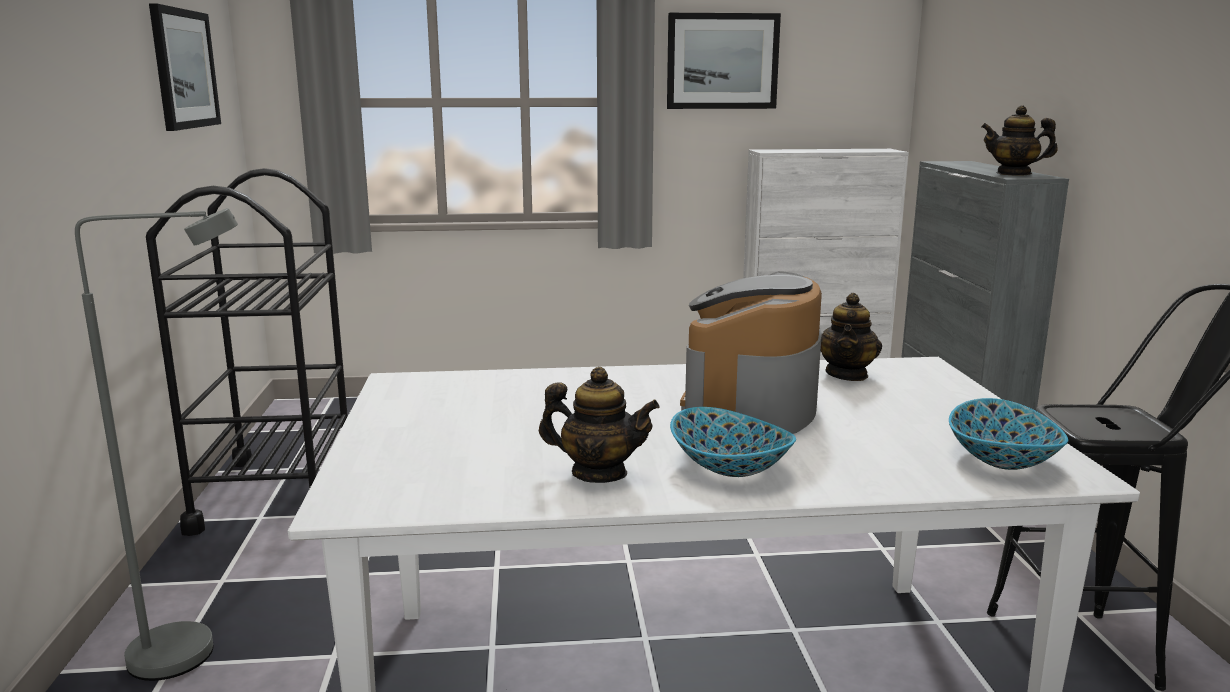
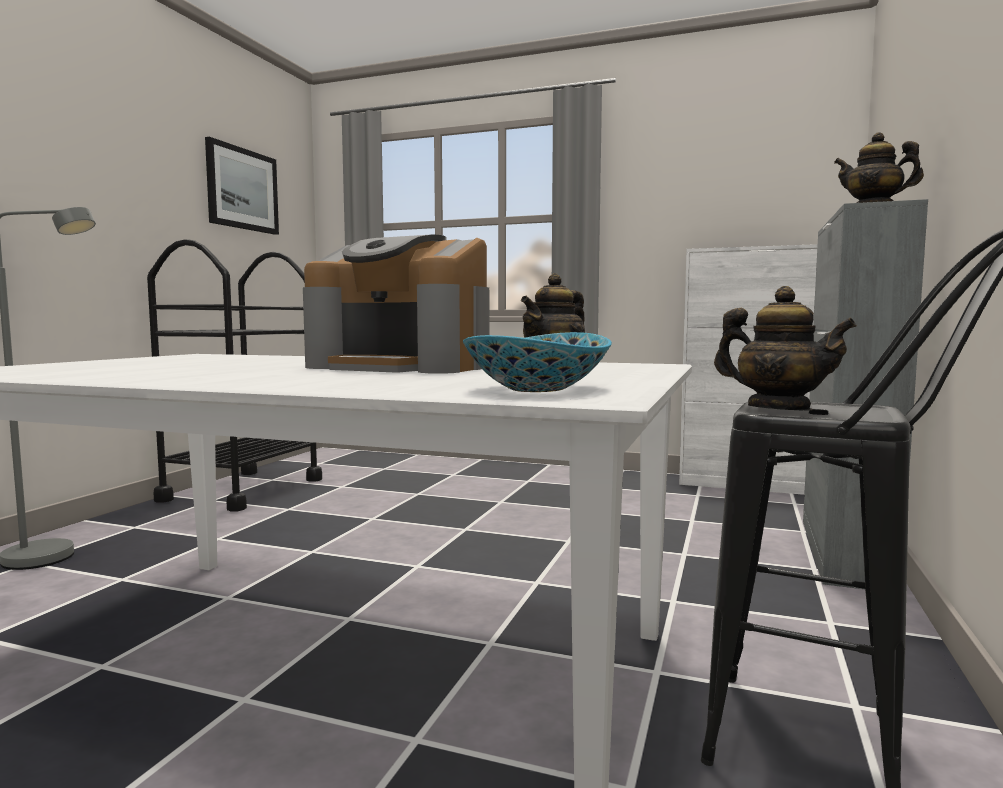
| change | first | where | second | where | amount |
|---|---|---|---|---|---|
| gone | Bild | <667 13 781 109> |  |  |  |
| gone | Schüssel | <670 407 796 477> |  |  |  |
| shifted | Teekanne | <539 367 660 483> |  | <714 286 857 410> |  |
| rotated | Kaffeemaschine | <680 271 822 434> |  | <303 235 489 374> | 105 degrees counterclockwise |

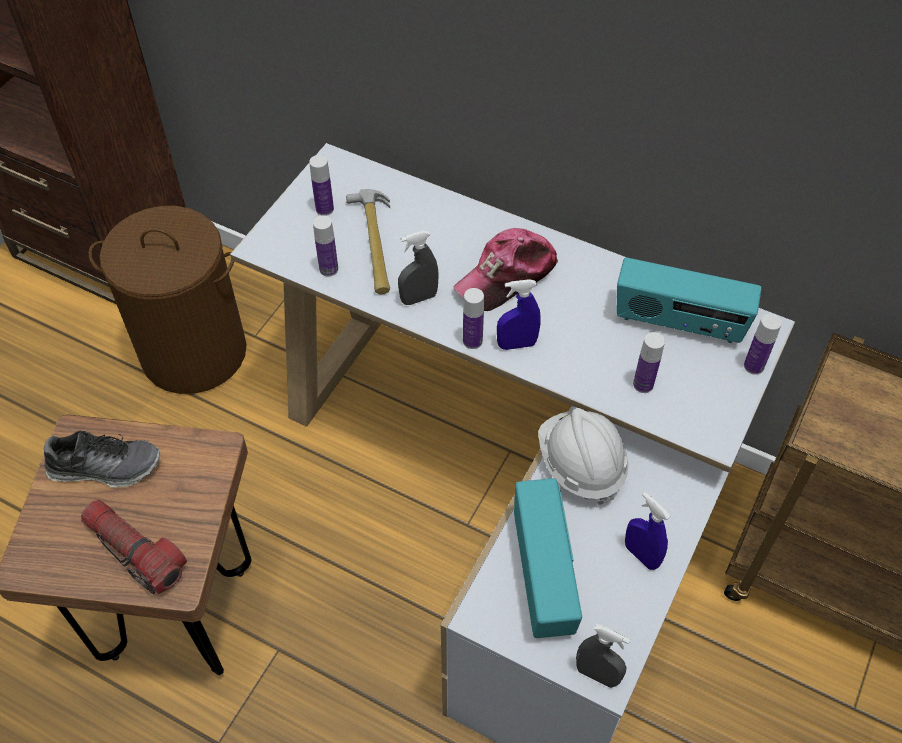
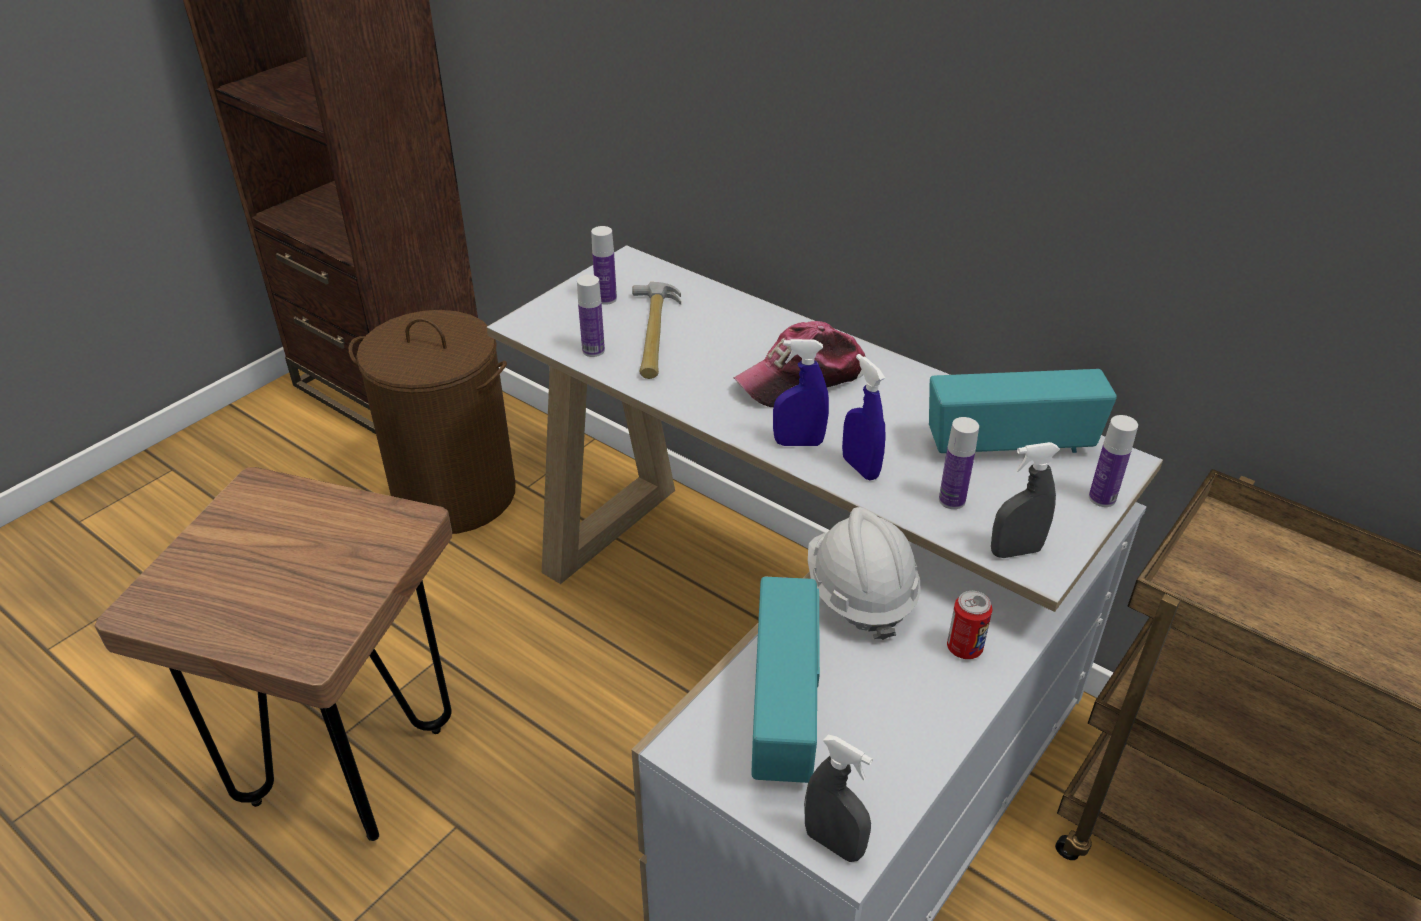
| change | first | where | second | where | amount |
|---|---|---|---|---|---|
| gone | Schuh | <44 430 160 487> |  |  |  |
| gone | Taschenlampe | <81 500 187 594> |  |  |  |
| gone | Flasche | <463 288 484 349> |  |  |  |
| new |  |  | Dose | <947 591 992 659> |  |
| shifted | Sprühflasche [grau] | <398 231 439 305> |  | <991 442 1060 558> |  |
| shifted | Sprühflasche [blau] | <625 492 670 570> |  | <842 354 885 481> |  |
| rotated | Radio | <616 258 762 343> |  | <929 369 1117 453> | 150 degrees clockwise |

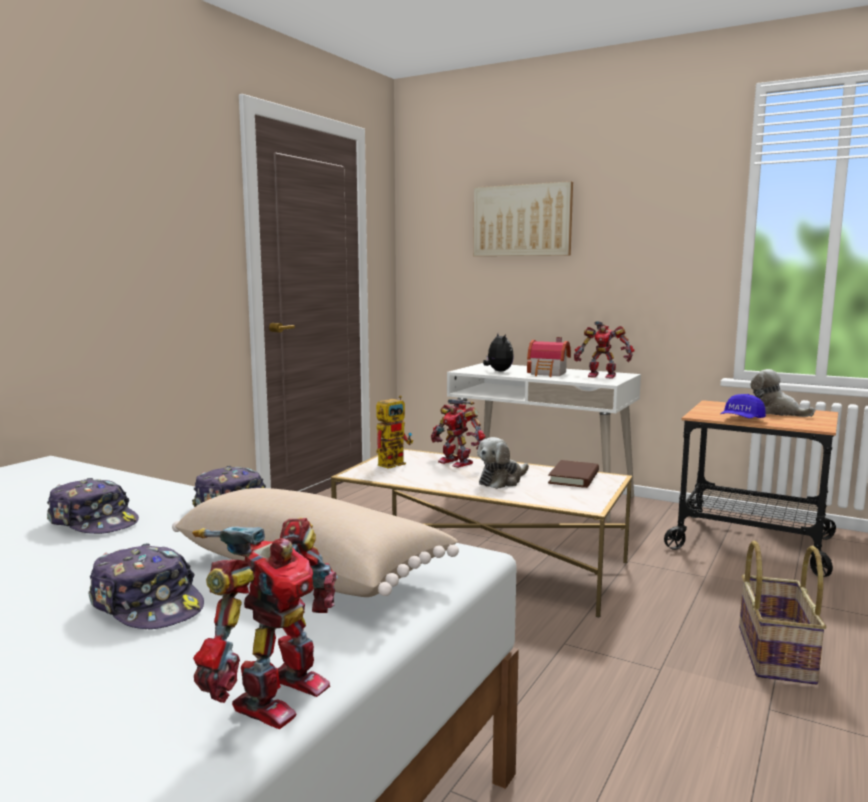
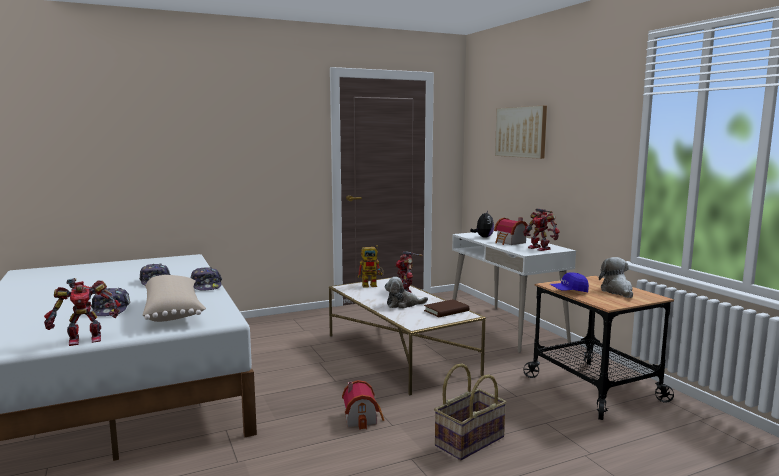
| change | first | where | second | where | amount |
|---|---|---|---|---|---|
| new |  |  | Spielzeughaus | <342 380 384 430> |  |

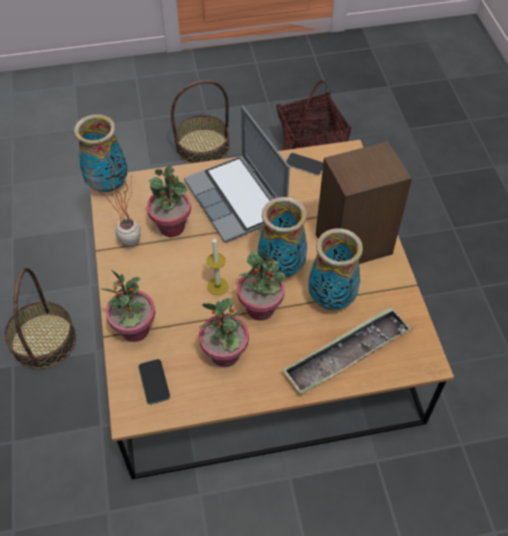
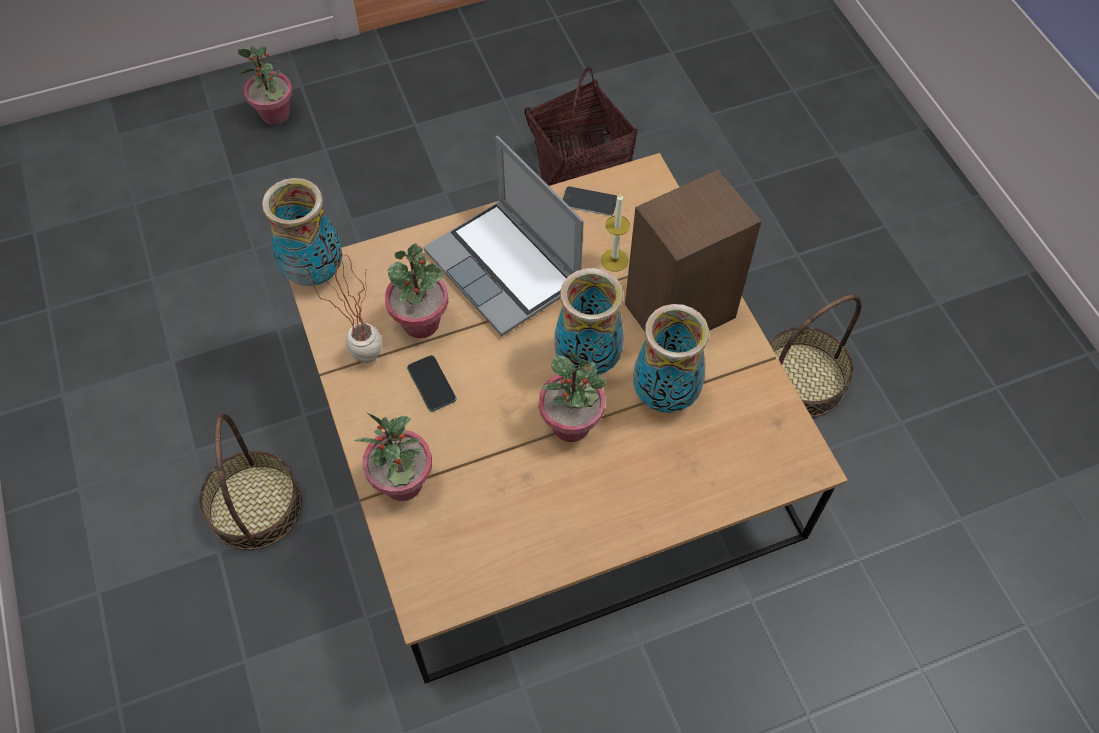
| change | first | where | second | where | amount |
|---|---|---|---|---|---|
| gone | Tablett | <282 307 411 394> |  |  |  |
| shifted | Handy | <138 359 170 404> |  | <407 355 456 411> |  |
| shifted | Korb | <171 80 230 164> |  | <769 295 862 417> |  |
| shifted | Topfpflanze | <199 298 249 367> |  | <238 45 293 125> |  |
| shifted | Kerze | <207 237 228 295> |  | <601 192 630 272> |  |

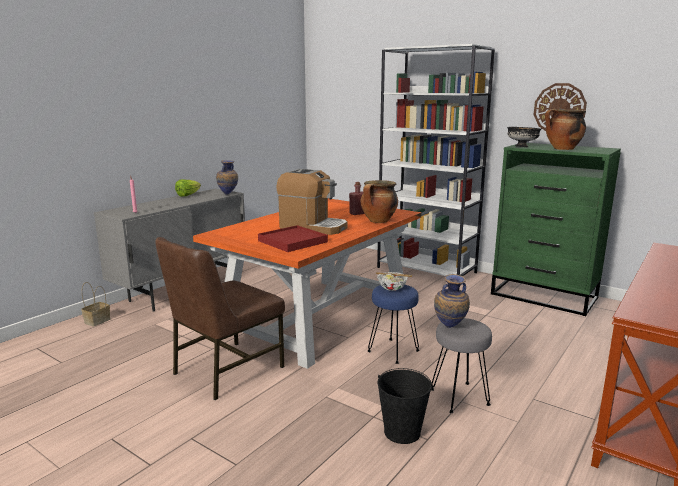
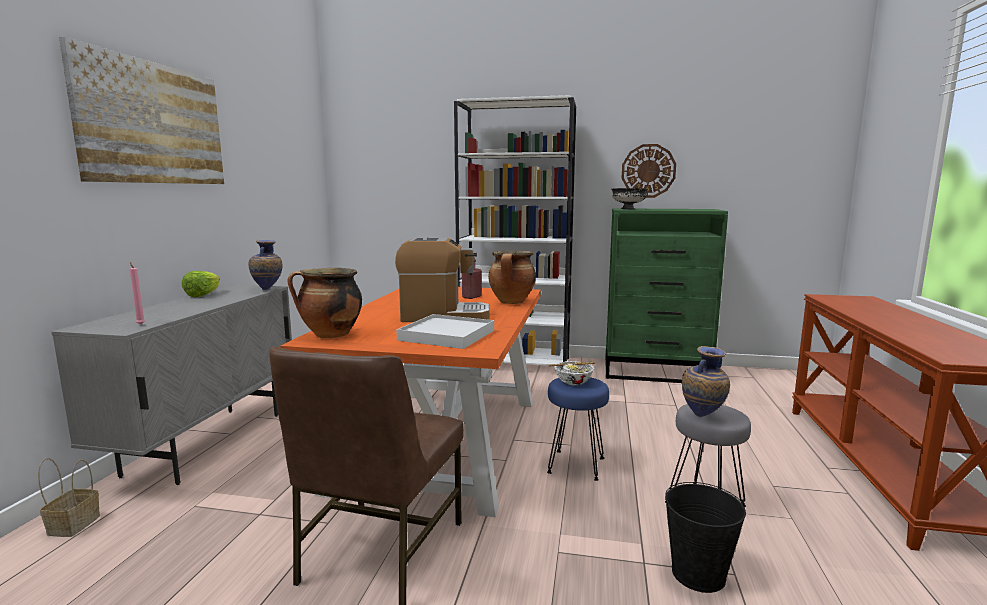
| change | first | where | second | where | amount |
|---|---|---|---|---|---|
| new |  |  | Bild | <59 37 224 184> |  |
| shifted | Kochtopf | <545 109 586 150> |  | <288 268 362 338> |  |
| repainted | Tablett [rot] | <258 225 328 252> | Tablett [weiß] | <396 314 494 349> |  |

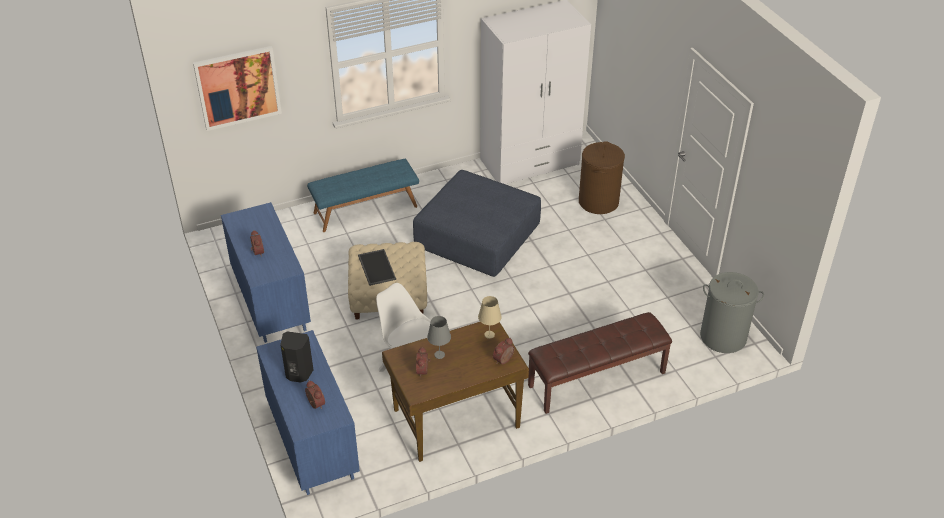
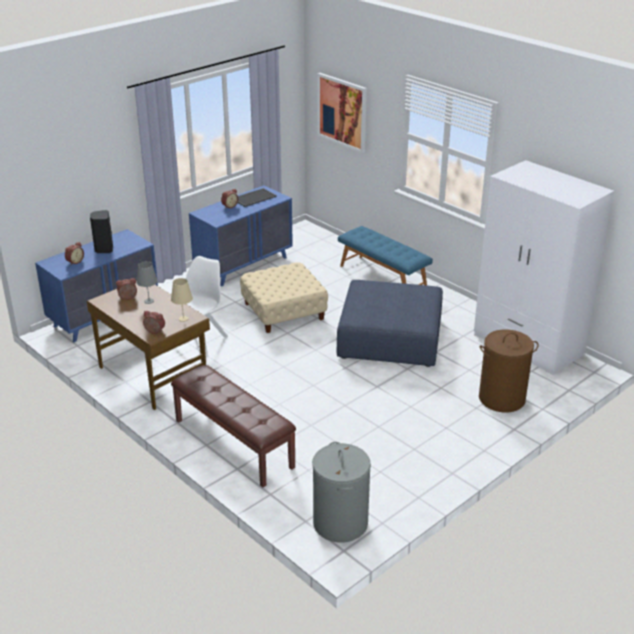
| change | first | where | second | where | amount |
|---|---|---|---|---|---|
| shifted | Tablett | <358 249 396 286> |  | <238 188 277 207> |  |

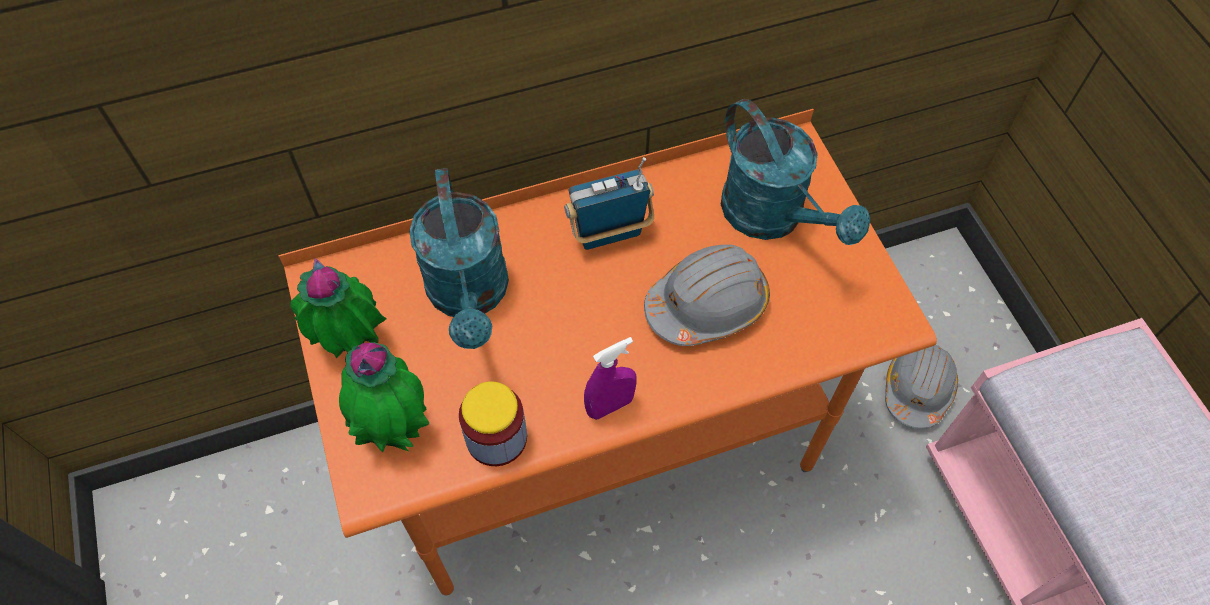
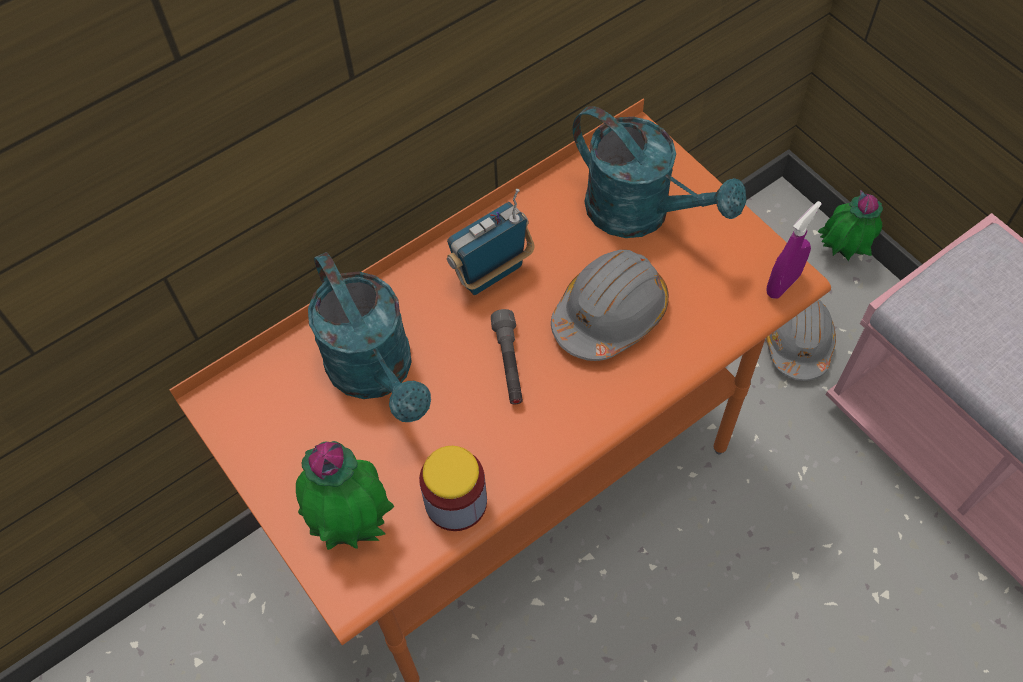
| change | first | where | second | where | amount |
|---|---|---|---|---|---|
| new |  |  | Taschenlampe [grau] | <491 309 523 405> |  |
| shifted | Topfpflanze | <290 258 386 359> |  | <817 190 883 261> |  |
| shifted | Sprühflasche [lila] | <584 337 637 420> |  | <766 201 822 299> |  |

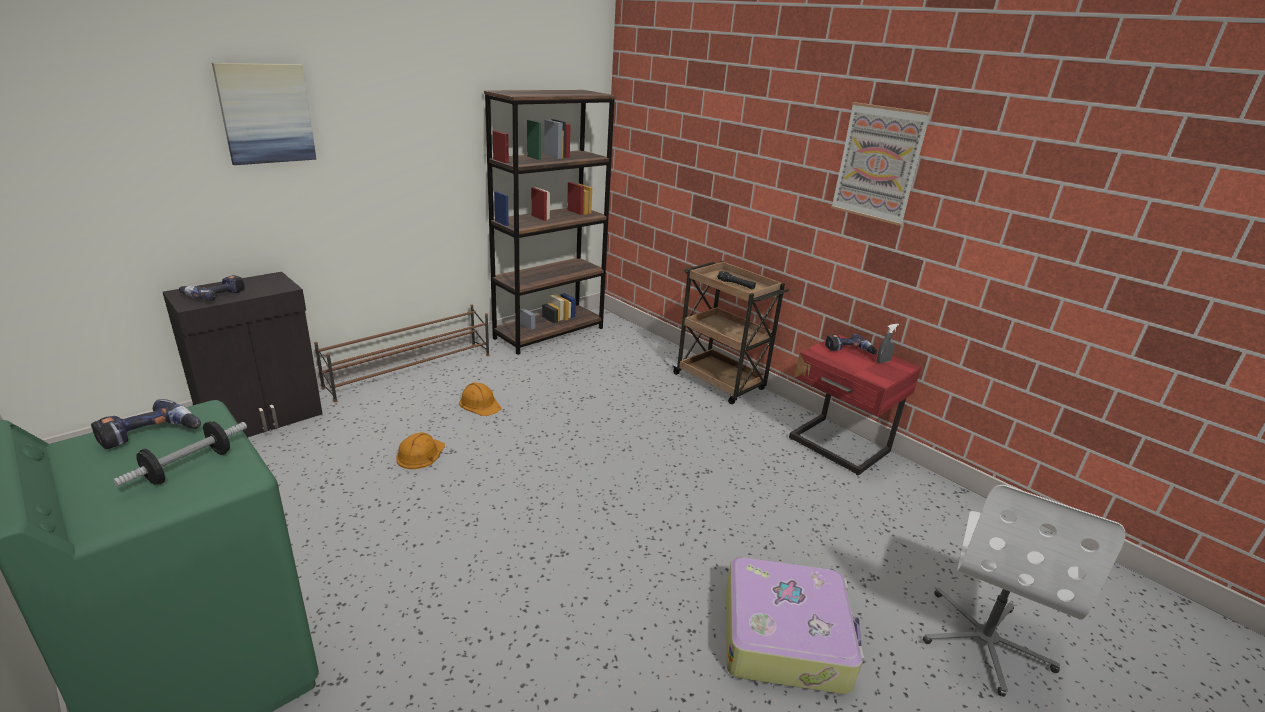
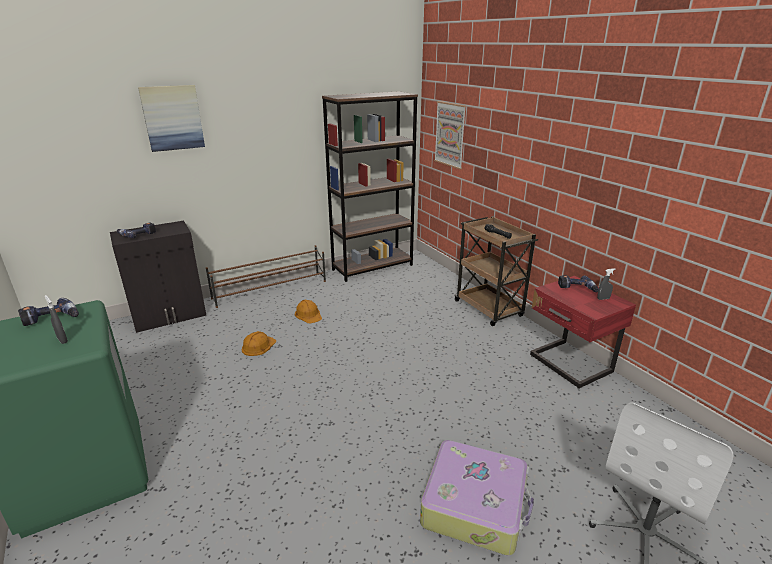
| change | first | where | second | where | amount |
|---|---|---|---|---|---|
| shifted | Bild | <831 102 931 226> |  | <434 101 466 169> |  |
| swapped | Hantel | <113 421 247 487> | Sprühflasche [grau] | <45 295 68 344> |  |

